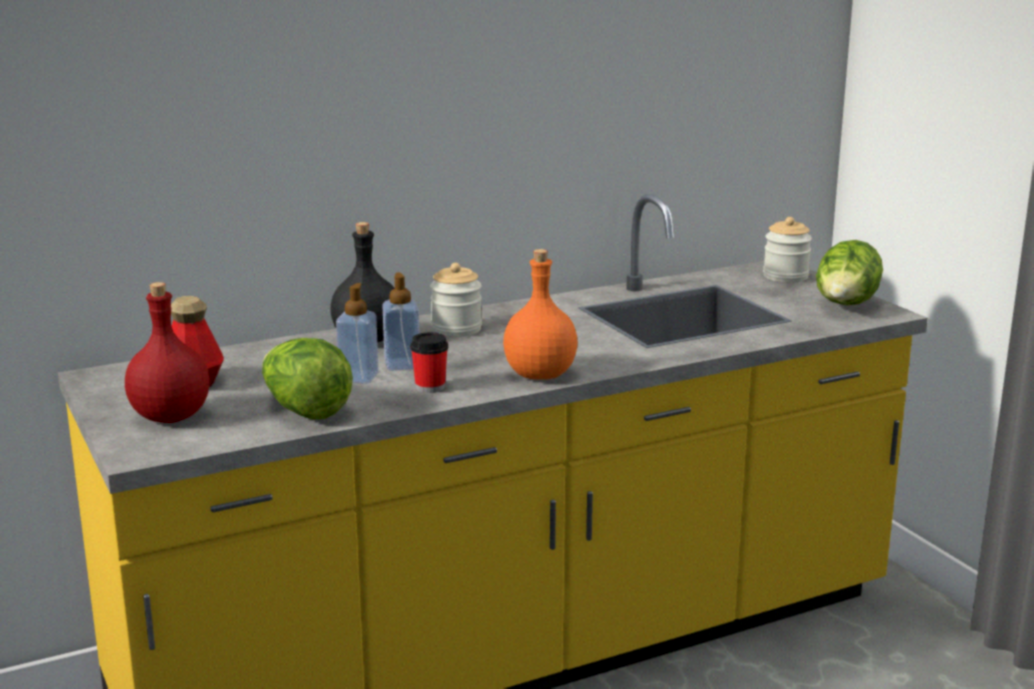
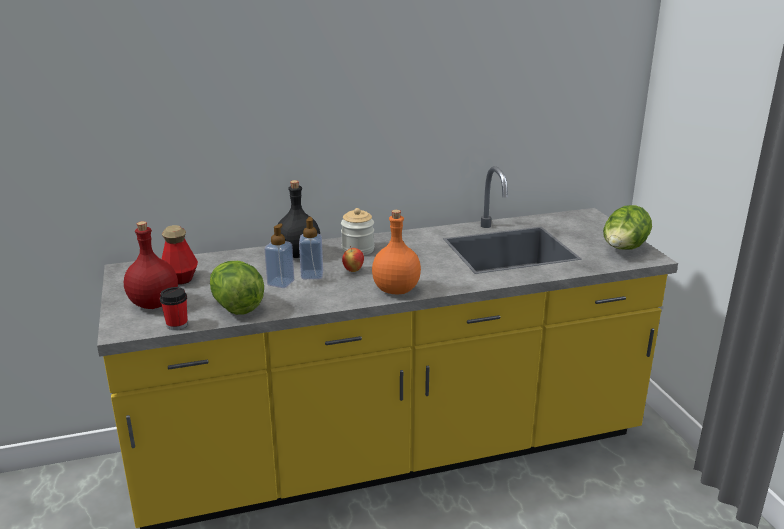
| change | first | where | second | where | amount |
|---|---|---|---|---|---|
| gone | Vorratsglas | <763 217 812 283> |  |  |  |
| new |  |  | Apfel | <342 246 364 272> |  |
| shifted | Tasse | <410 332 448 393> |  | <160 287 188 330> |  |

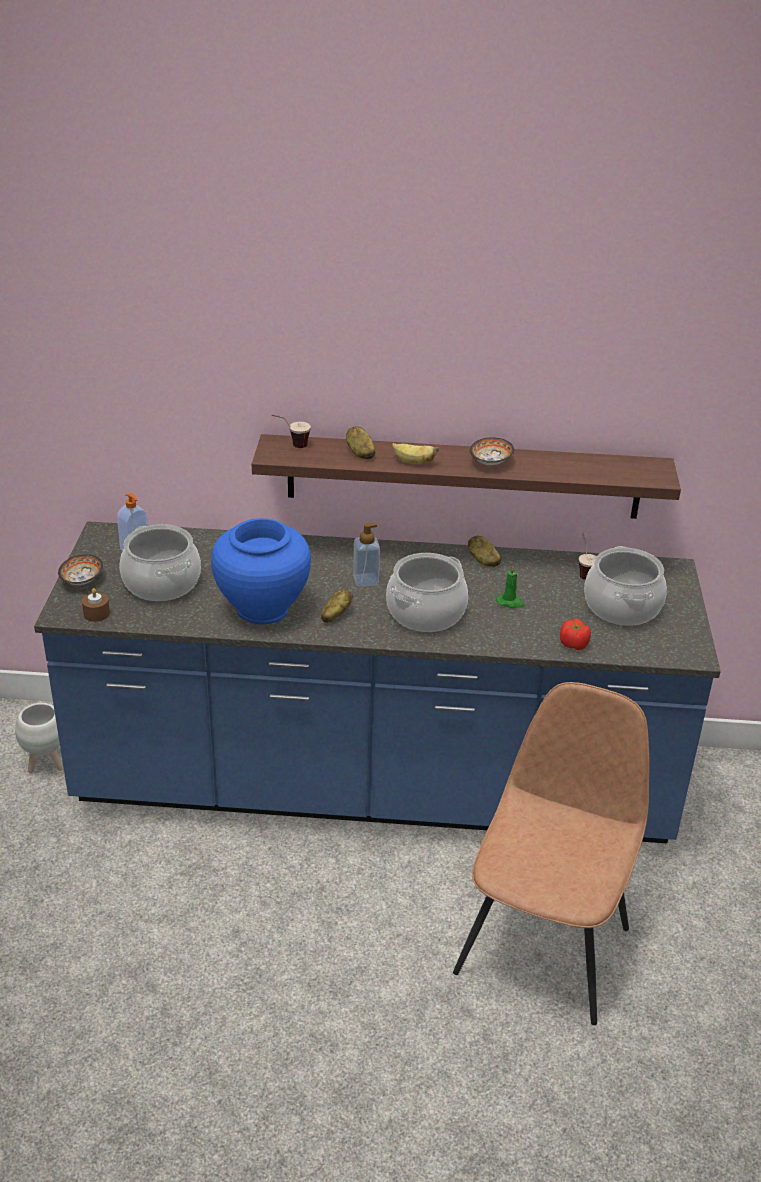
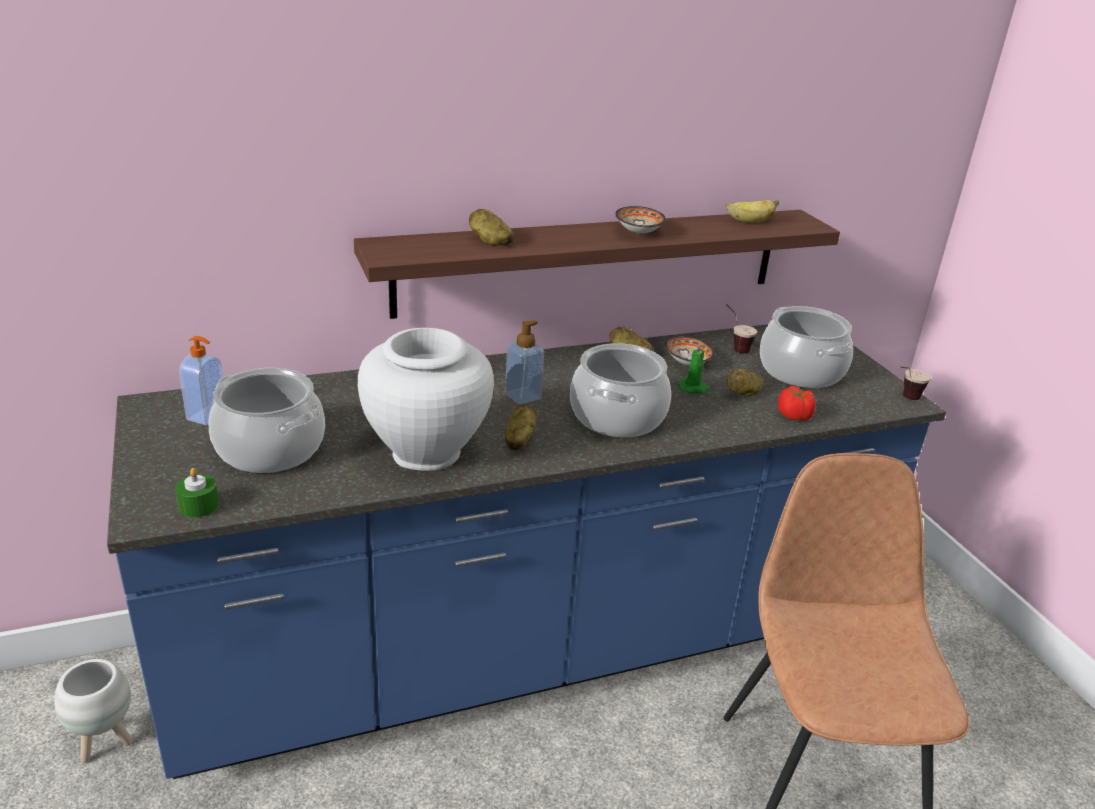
| change | first | where | second | where | amount |
|---|---|---|---|---|---|
| new |  |  | Kartoffel | <727 369 763 396> |  |
| shifted | Schüssel | <58 554 103 585> |  | <665 336 715 365> |  |
| shifted | Tasse | <271 414 311 448> |  | <900 366 931 400> |  |
| shifted | Banane | <392 443 439 464> |  | <725 199 779 223> |  |
| repainted | Kerze [braun] | <82 588 110 622> | Kerze [grün] | <175 468 219 518> |  |
| repainted | Vase [blau] | <211 518 311 625> | Vase [weiß] | <358 328 494 471> |  |

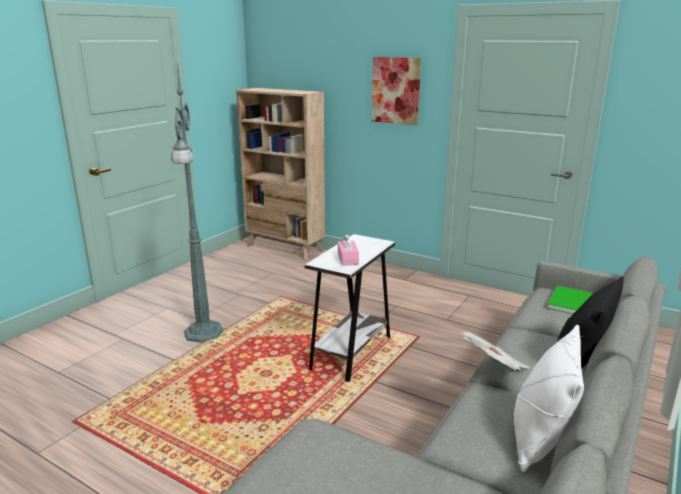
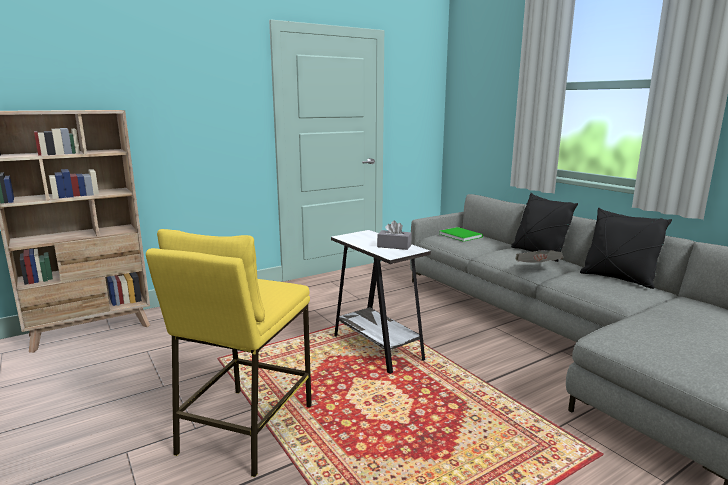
| change | first | where | second | where | amount |
|---|---|---|---|---|---|
| gone | Bild | <372 57 421 125> |  |  |  |
| swapped | Stehlampe [grün] | <171 64 223 342> | Hocker [gelb] | <146 229 312 477> |  |
| repainted | Taschentuchbox [rosa] | <338 234 359 266> | Taschentuchbox [grau] | <377 221 412 250> |  |
| repainted | Kissen [weiß] | <514 325 584 472> | Kissen [schwarz] | <580 208 672 289> |  |

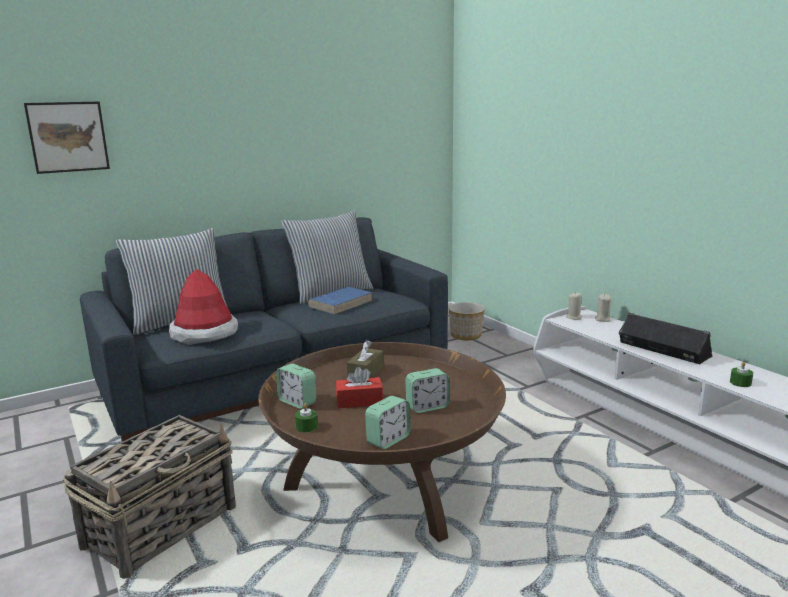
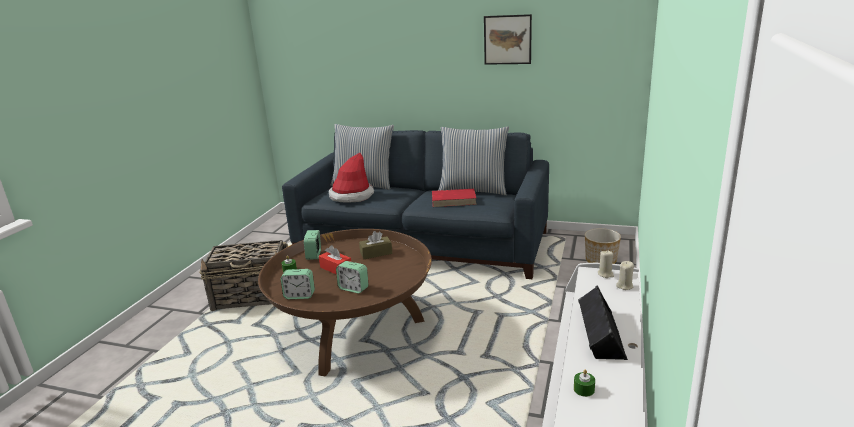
| change | first | where | second | where | amount |
|---|---|---|---|---|---|
| shifted | Bild | <24 102 110 174> |  | <484 14 532 65> |  |
| repainted | Buch [blau] | <307 287 373 315> | Buch [rot] | <432 189 477 207> |  |

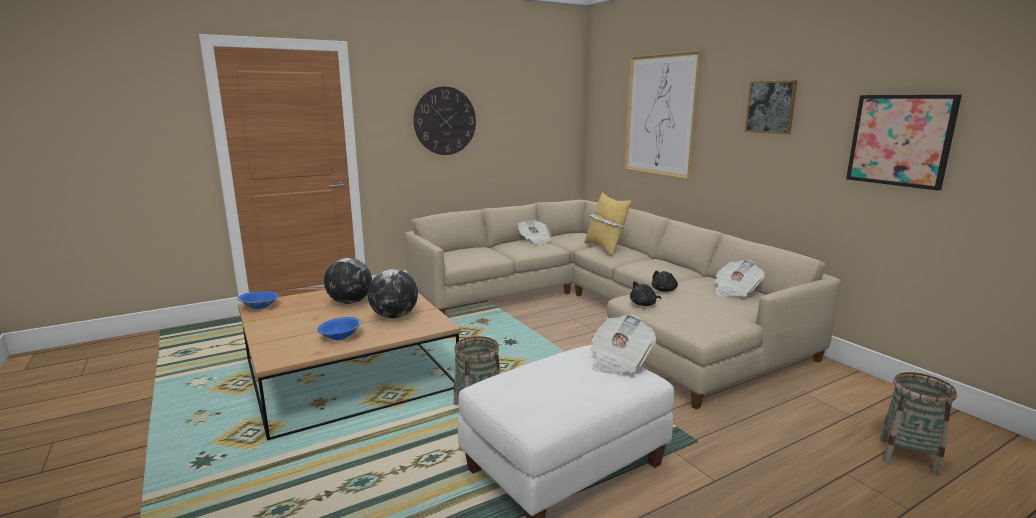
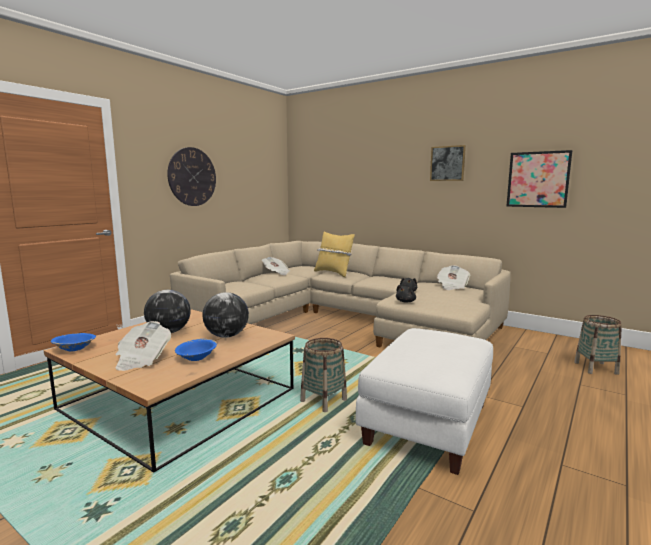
| change | first | where | second | where | amount |
|---|---|---|---|---|---|
| gone | Bild | <624 50 702 179> |  |  |  |
| shifted | Zeitung | <590 314 656 373> |  | <115 321 171 371> |  |

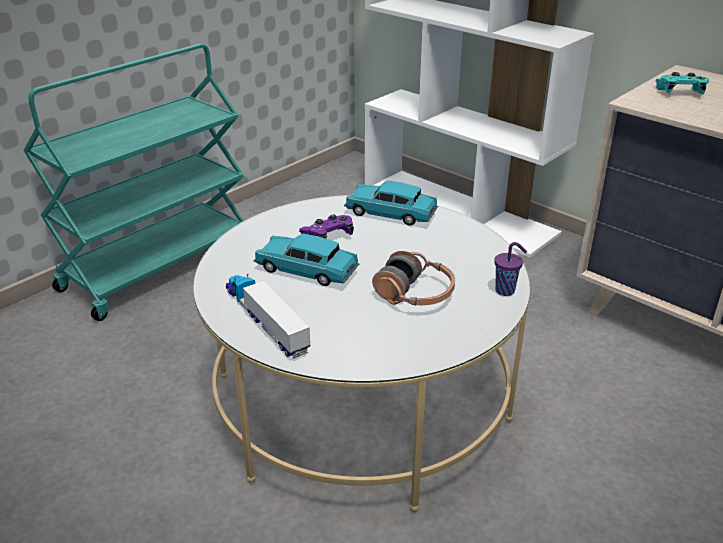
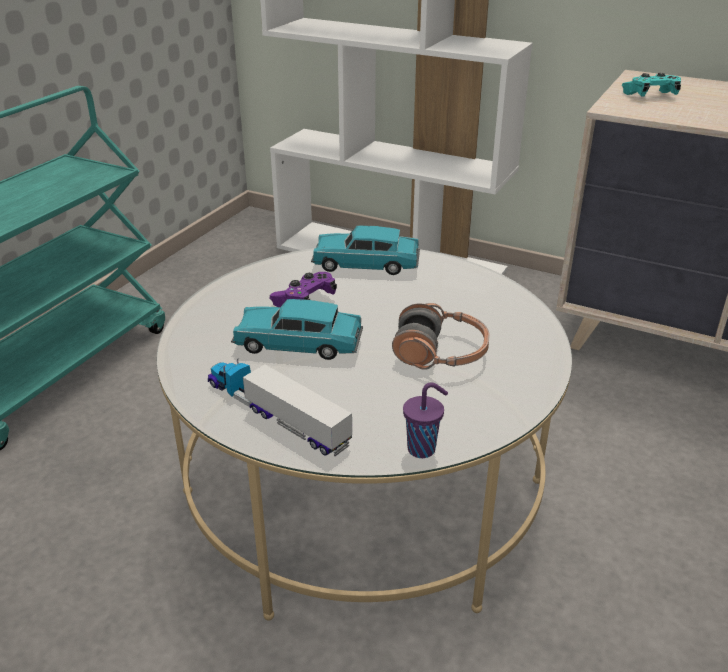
| change | first | where | second | where | amount |
|---|---|---|---|---|---|
| shifted | Tasse [lila] | <494 242 527 296> |  | <403 383 448 458> |  |

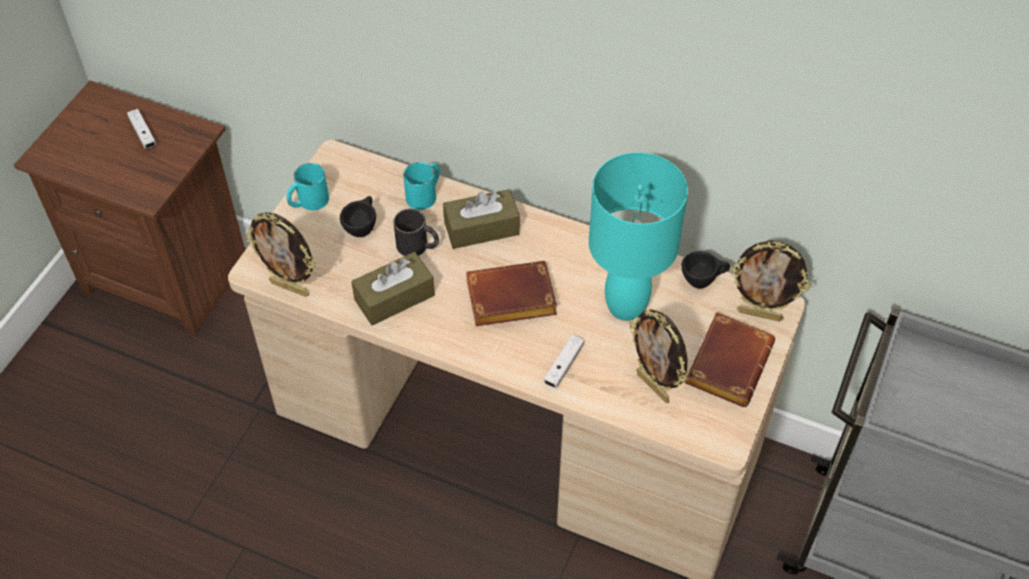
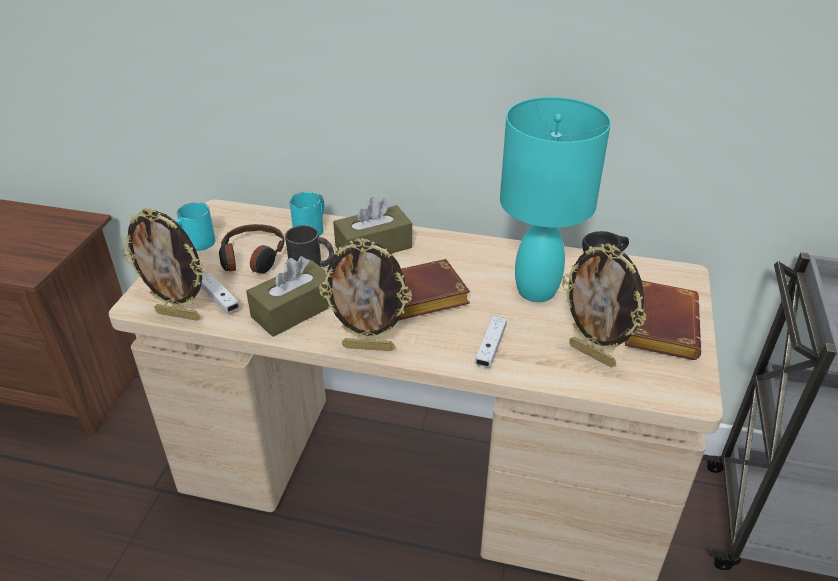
| change | first | where | second | where | amount |
|---|---|---|---|---|---|
| shifted | Gamepad [weiß] | <127 109 156 149> |  | <201 272 240 313> |  |
| shifted | Bilderrahmen | <730 241 811 322> |  | <319 238 412 351> |  |
| swapped | Tasse [schwarz] | <340 196 376 237> | Kopfhörer | <219 224 284 273> |  |

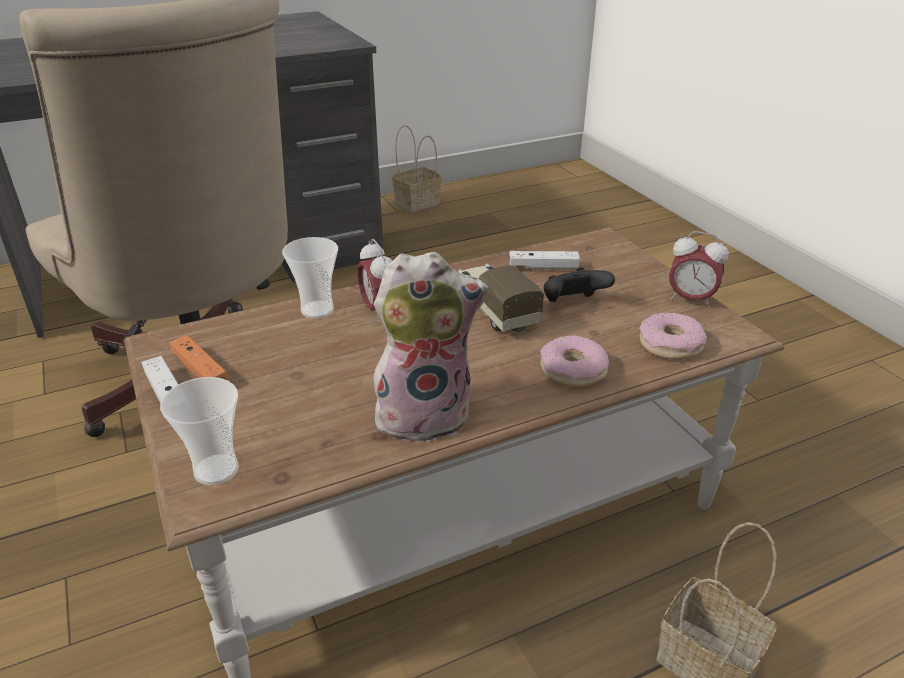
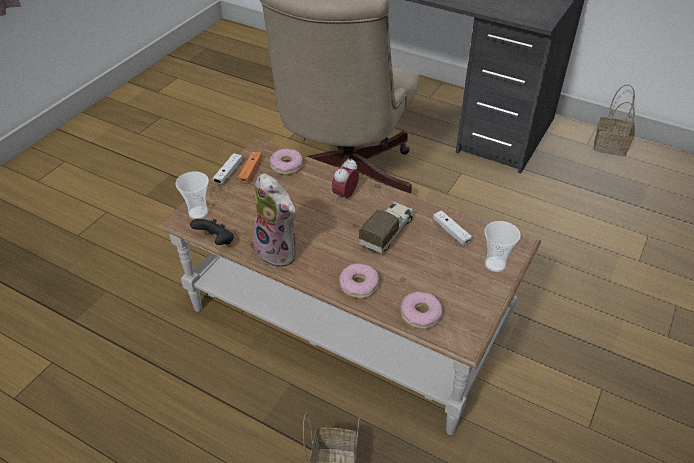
| change | first | where | second | where | amount |
|---|---|---|---|---|---|
| gone | Wecker | <669 231 729 308> |  |  |  |
| new |  |  | Donut | <270 148 303 175> |  |
| shifted | Tasse | <282 237 338 319> |  | <484 221 521 272> |  |
| shifted | Gamepad [schwarz] | <544 267 615 302> |  | <190 219 234 245> |  |

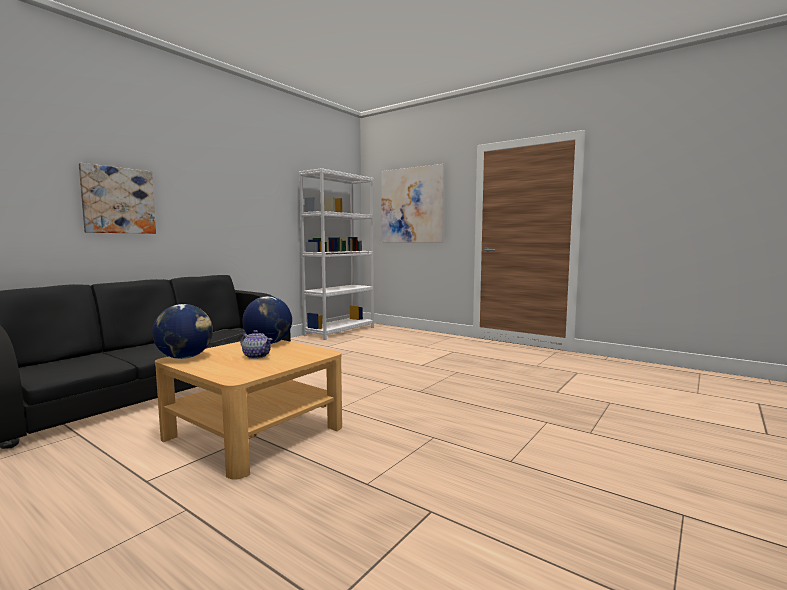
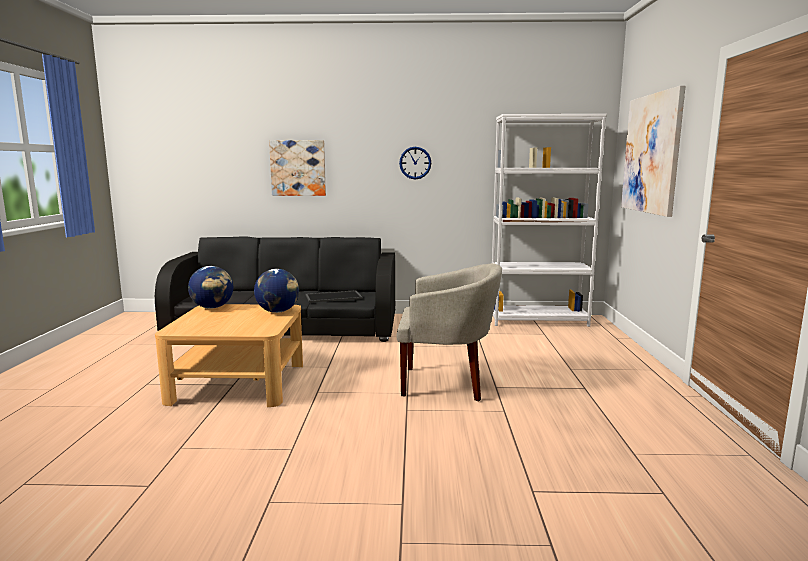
| change | first | where | second | where | amount |
|---|---|---|---|---|---|
| gone | Teekanne | <240 330 273 359> |  |  |  |
| new |  |  | Sessel [beige] | <396 263 502 402> |  |
| new |  |  | Wanduhr | <399 147 431 179> |  |

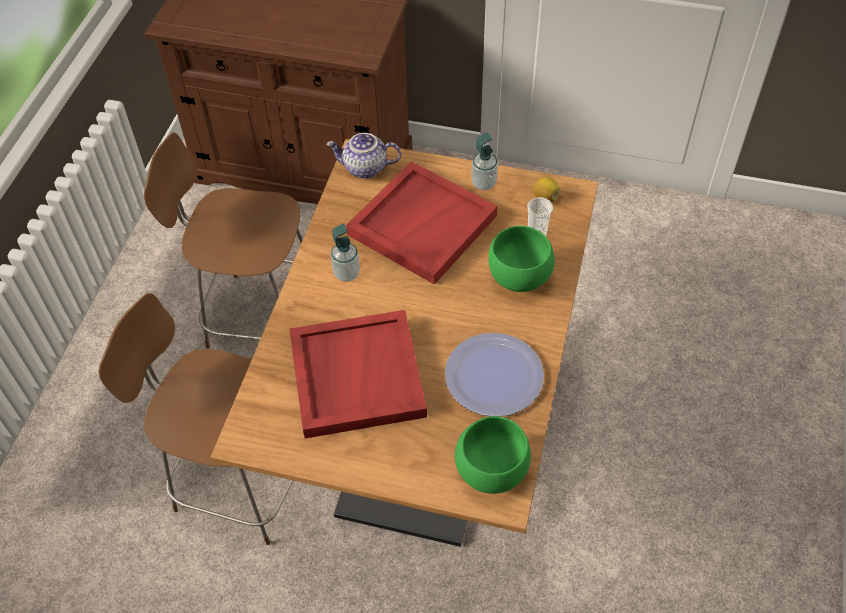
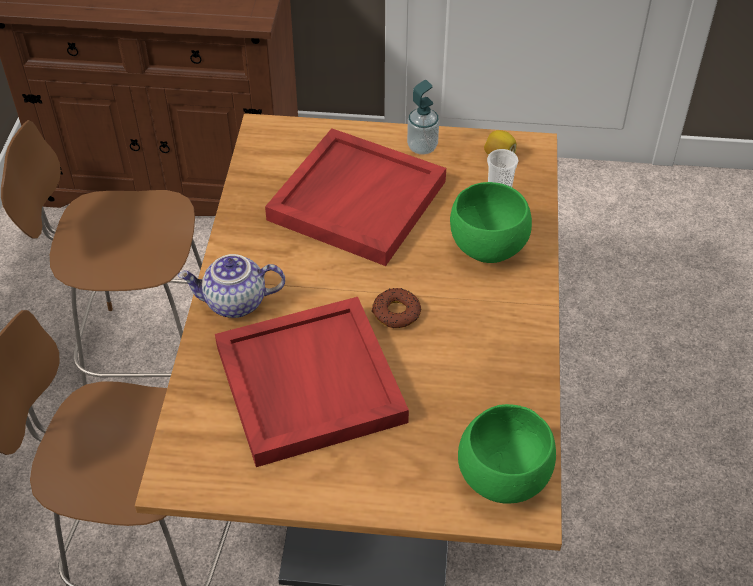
| change | first | where | second | where | amount |
|---|---|---|---|---|---|
| gone | Seifenspender | <331 224 360 282> |  |  |  |
| gone | Teller | <445 333 544 417> |  |  |  |
| new |  |  | Donut | <372 288 421 328> |  |
| shifted | Teekanne | <326 133 401 179> |  | <178 254 285 318> |  |

